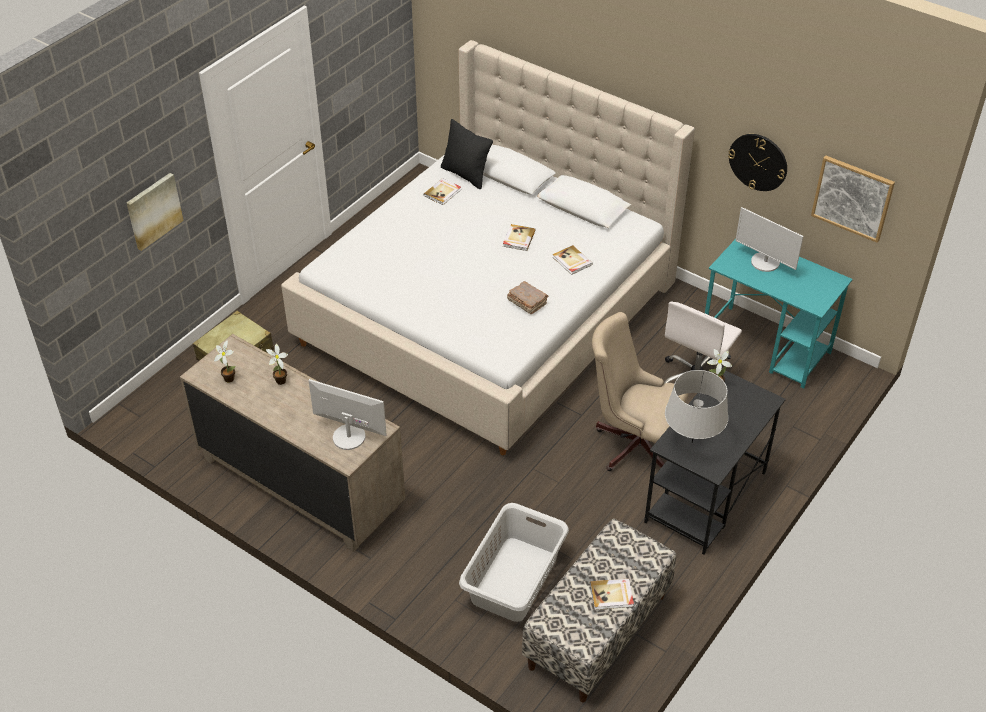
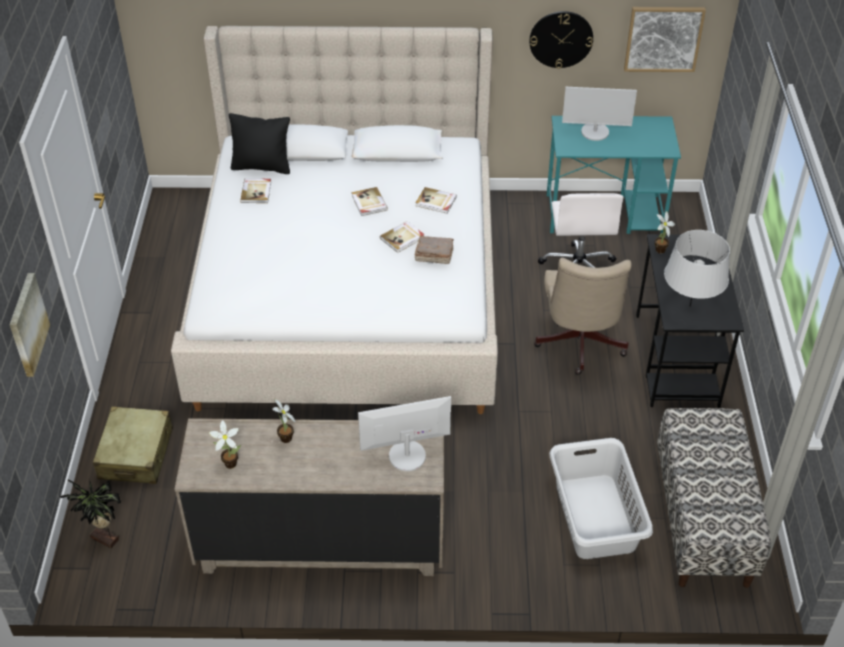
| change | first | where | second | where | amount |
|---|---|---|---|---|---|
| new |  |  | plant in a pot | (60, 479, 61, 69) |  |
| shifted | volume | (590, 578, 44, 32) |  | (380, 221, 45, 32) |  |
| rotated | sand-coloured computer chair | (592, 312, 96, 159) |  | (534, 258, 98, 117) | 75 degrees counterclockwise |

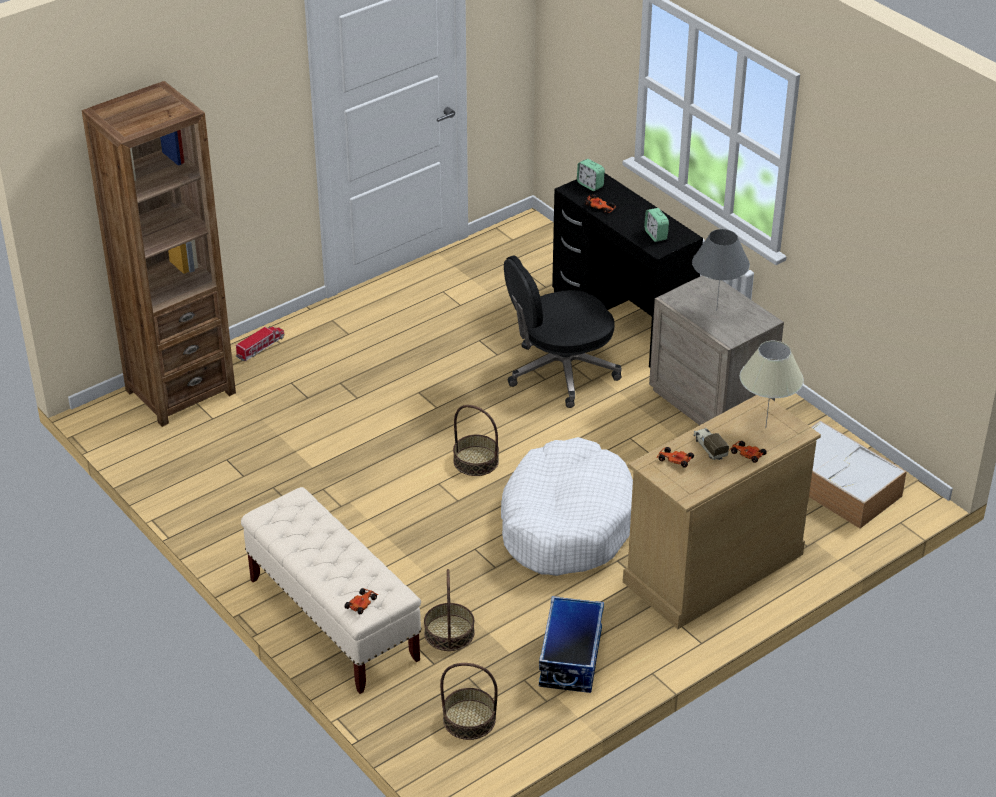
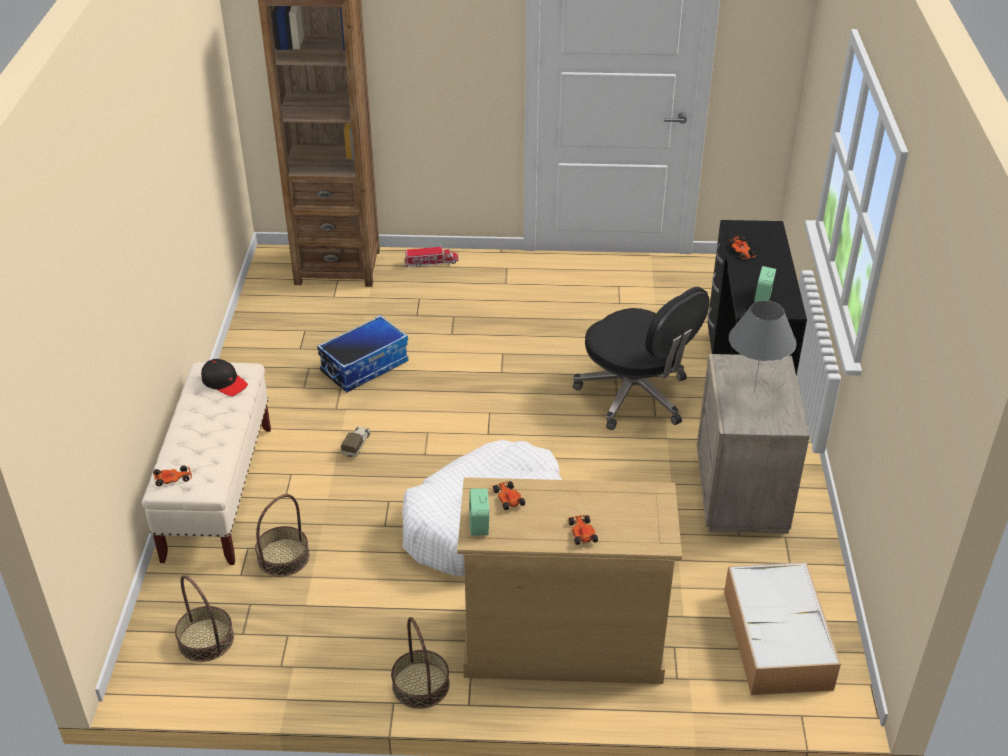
| change | first | where | second | where | amount |
|---|---|---|---|---|---|
| new |  |  | blackish peaked cap | (201, 359, 47, 37) |  |
| shifted | storage container | (539, 596, 65, 97) |  | (317, 315, 91, 77) |  |
| shifted | toy truck | (693, 427, 36, 33) |  | (341, 426, 29, 32) |  |
| shifted | basket | (453, 405, 46, 71) |  | (391, 617, 59, 92) |  |
| shifted | bedside clock | (577, 159, 28, 32) |  | (469, 488, 20, 48) |  |
| rotated | blackish computer chair | (504, 255, 118, 153) |  | (573, 287, 137, 143) | 150 degrees counterclockwise |
| gone | sand-coloured lamp for a table | (739, 341, 65, 84) |  |  |  |

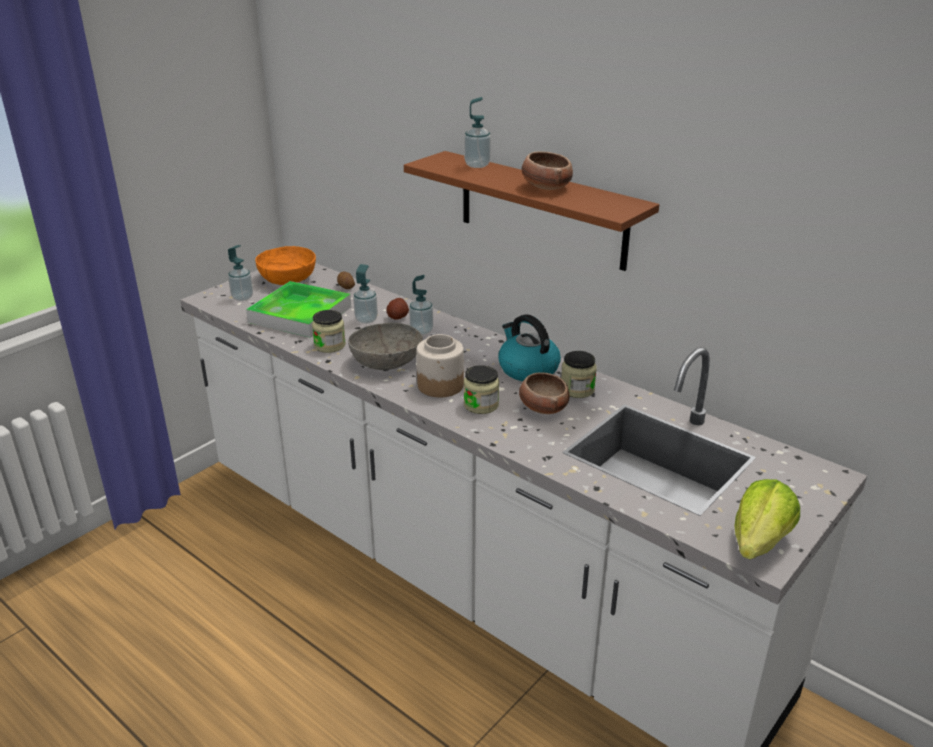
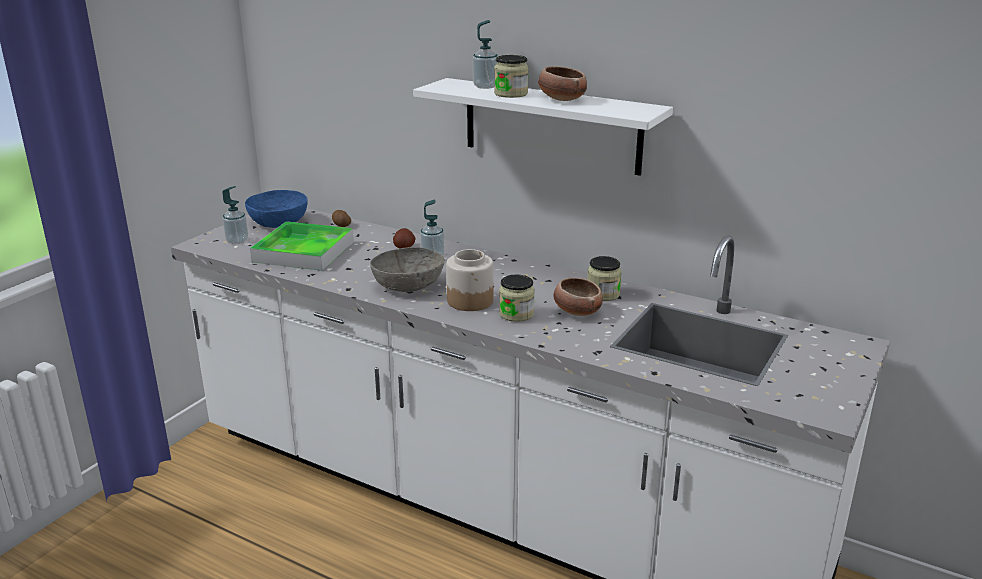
| change | first | where | second | where | amount |
|---|---|---|---|---|---|
| repainted | orangey deep dish | (255, 246, 61, 39) | blue deep dish | (245, 190, 63, 38) |  |
| repainted | brown-coloured shelf | (404, 151, 255, 120) | whitish shelf | (413, 78, 260, 98) |  |
| shifted | jar | (312, 310, 34, 43) |  | (494, 55, 35, 43) |  |
| gone | liquid soap bottle | (353, 264, 25, 60) |  |  |  |
| gone | water kettle | (498, 314, 63, 67) |  |  |  |
| gone | lettuce head | (734, 479, 66, 80) |  |  |  |

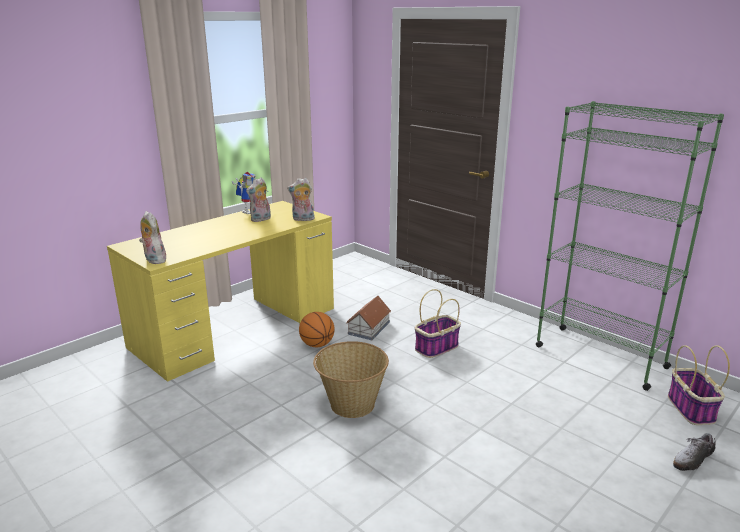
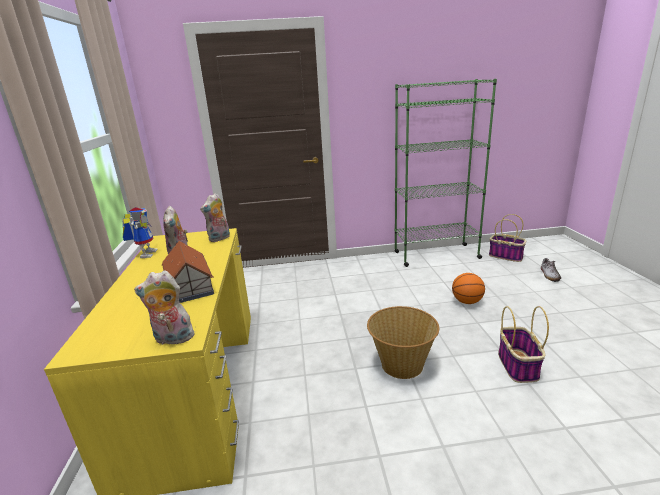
| change | first | where | second | where | amount |
|---|---|---|---|---|---|
| shifted | miniature house | (346, 296, 45, 44) |  | (162, 241, 52, 62) |  |
| shifted | basketball | (299, 312, 36, 35) |  | (452, 273, 33, 31) |  |
| shifted | basket | (415, 289, 46, 69) |  | (498, 306, 51, 77) |  |

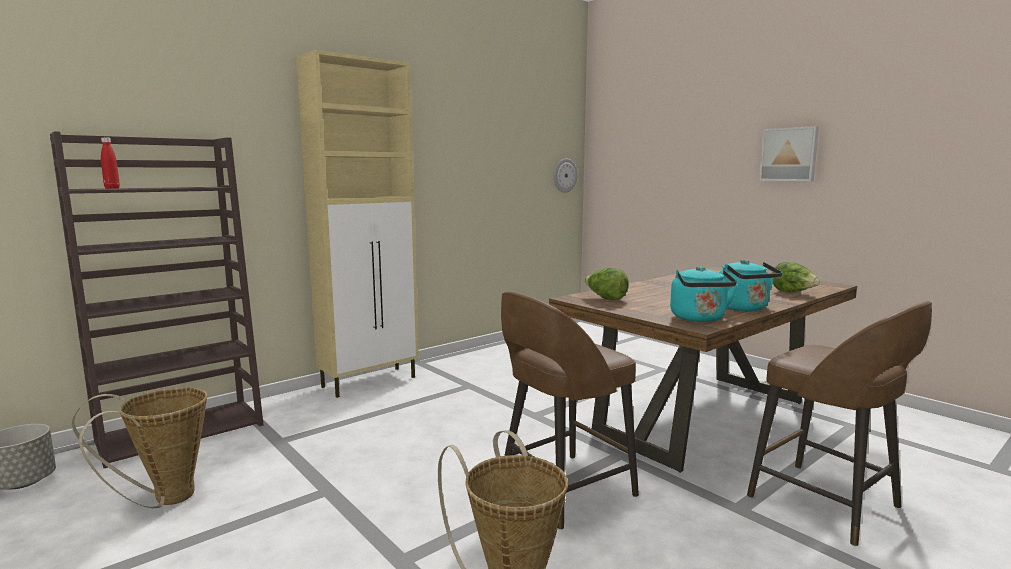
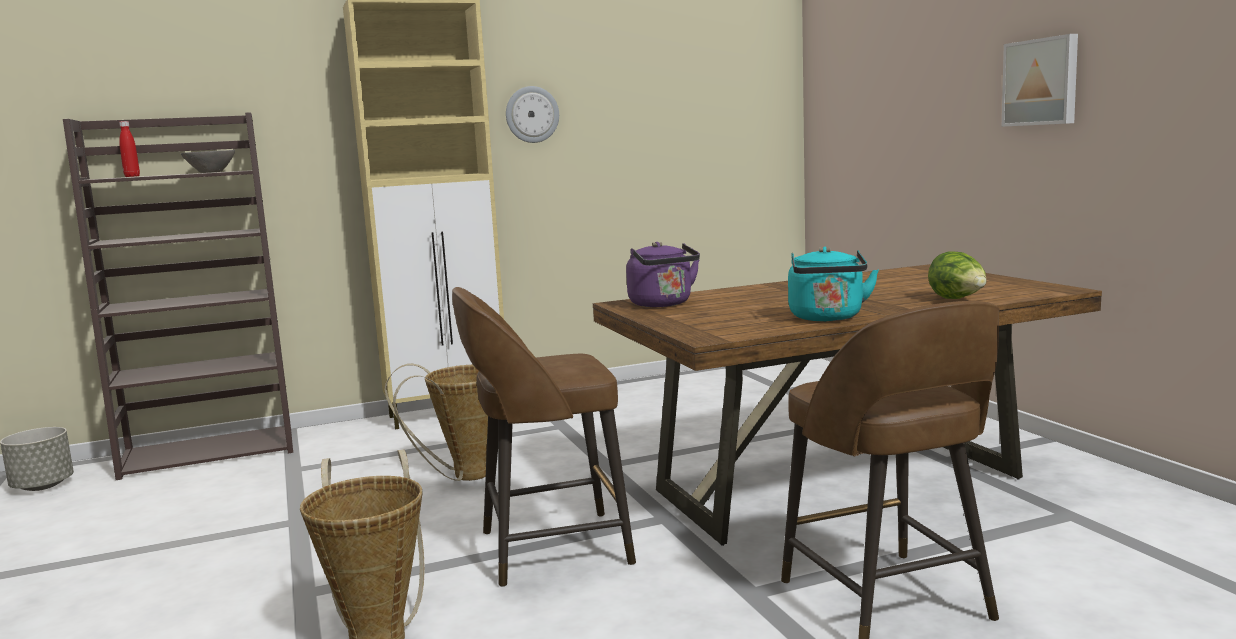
| change | first | where | second | where | amount |
|---|---|---|---|---|---|
| new |  |  | grey deep dish | (181, 150, 54, 23) |  |
| shifted | basket | (71, 387, 136, 121) |  | (384, 364, 104, 117) |  |
| shifted | hanging clock | (554, 158, 23, 35) |  | (506, 86, 53, 57) |  |
| swapped | lettuce head | (585, 267, 44, 33) | purplish water kettle | (626, 242, 74, 65) |  |
| gone | turquoise water kettle | (670, 266, 68, 56) |  |  |  |

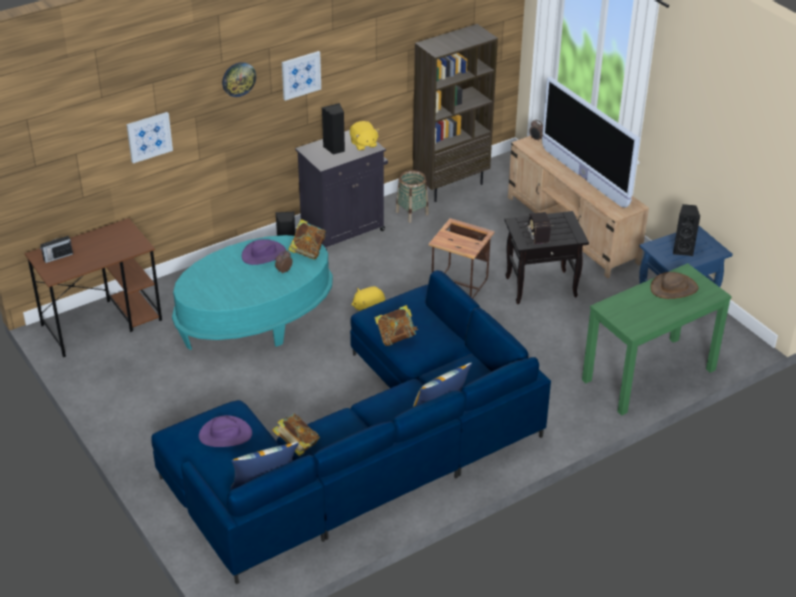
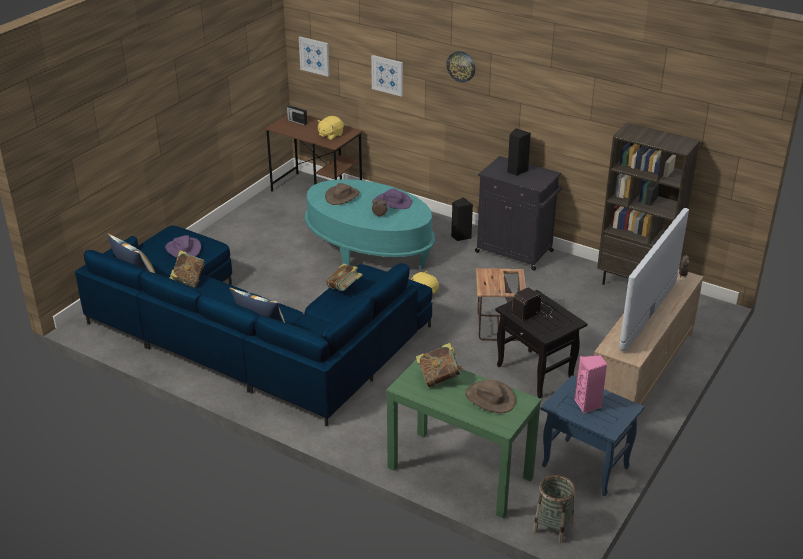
| change | first | where | second | where | amount |
|---|---|---|---|---|---|
| shifted | picture | (282, 51, 39, 50) |  | (299, 37, 31, 40) |  |
| shifted | yellow-coloured soft toy | (350, 121, 29, 30) |  | (317, 116, 27, 24) |  |
| new |  |  | brown-coloured wearable hat | (325, 183, 35, 22) |  |
| shifted | volume | (288, 219, 38, 40) |  | (416, 343, 47, 44) |  |
| shifted | basket | (396, 170, 33, 53) |  | (533, 475, 42, 68) |  |
| repainted | blackish speaker | (673, 204, 27, 52) | pink speaker | (574, 355, 33, 59) |  |

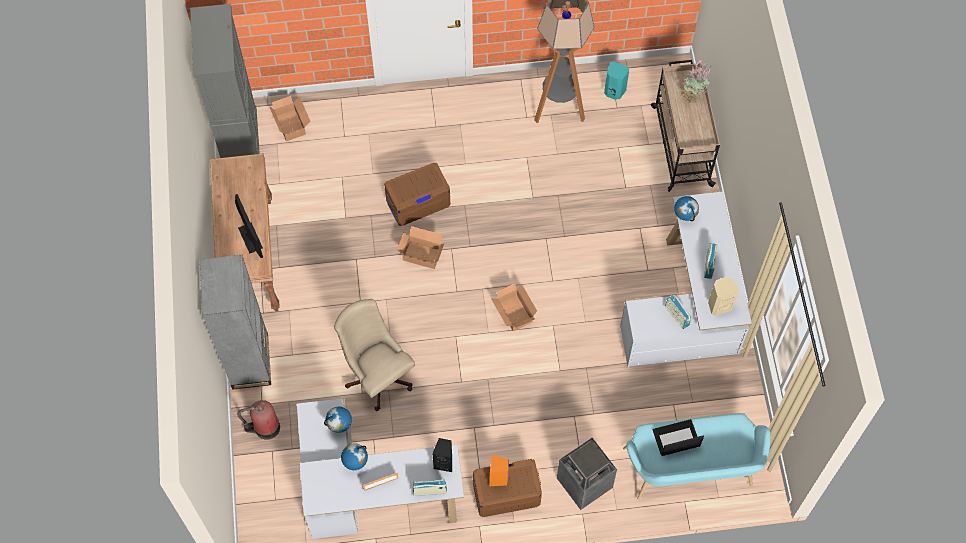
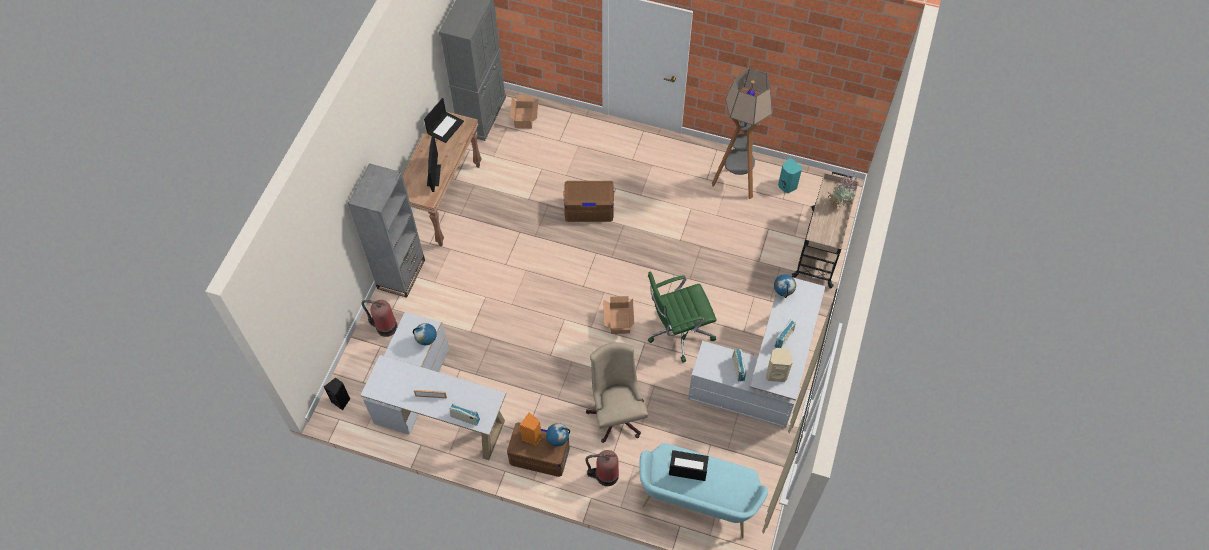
| change | first | where | second | where | amount |
|---|---|---|---|---|---|
| shifted | blackish speaker | (432, 438, 20, 34) |  | (324, 378, 26, 32) |  |
| new |  |  | portable computer | (424, 98, 40, 45) |  |
| shifted | desk globe | (341, 443, 27, 27) |  | (546, 423, 24, 23) |  |
| swapped | waste bin | (557, 438, 60, 72) | fire-fighting cylinder | (585, 450, 34, 36) |  |
| shifted | sand-coloured computer chair | (334, 299, 81, 112) |  | (586, 342, 62, 101) |  |
| new |  |  | green computer chair | (648, 272, 69, 91) |  |
| gone | carton | (397, 226, 48, 43) |  |  |  |

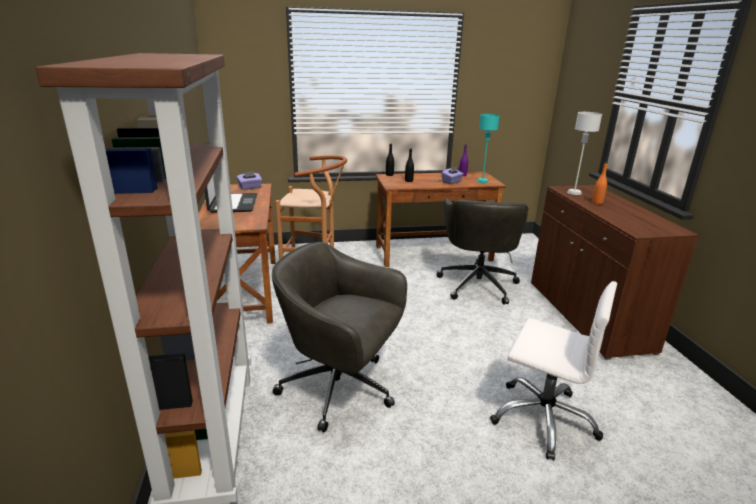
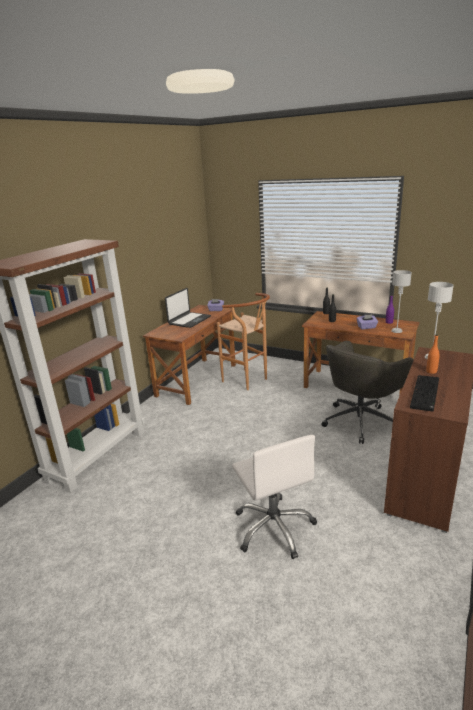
| change | first | where | second | where | amount |
|---|---|---|---|---|---|
| repainted | turquoise lamp for a table | (477, 114, 23, 69) | grey lamp for a table | (391, 270, 21, 63) |  |
| new |  |  | keyboard | (410, 375, 29, 37) |  |
| gone | grey computer chair | (272, 242, 135, 190) |  |  |  |

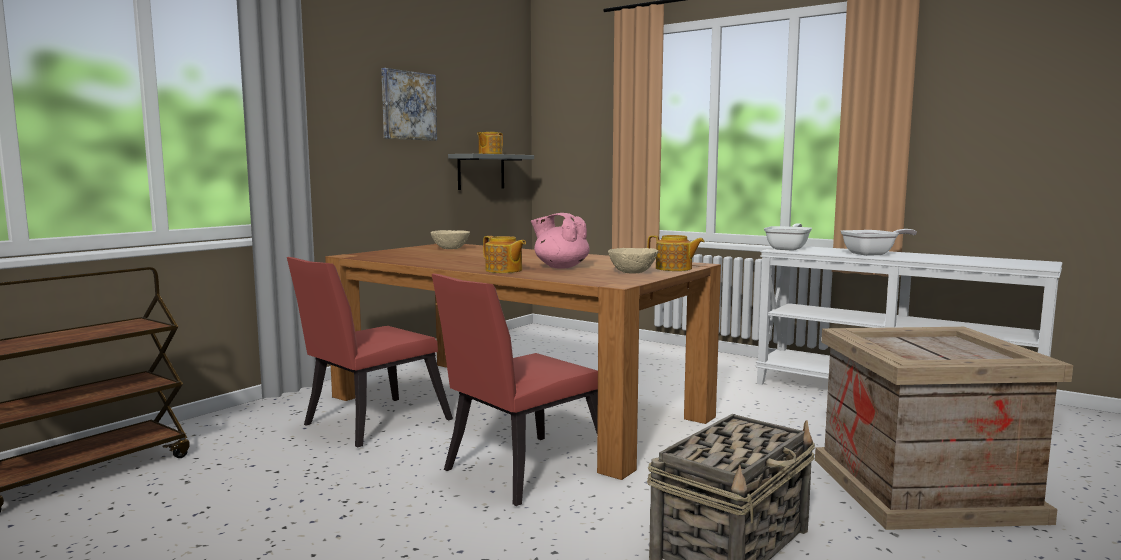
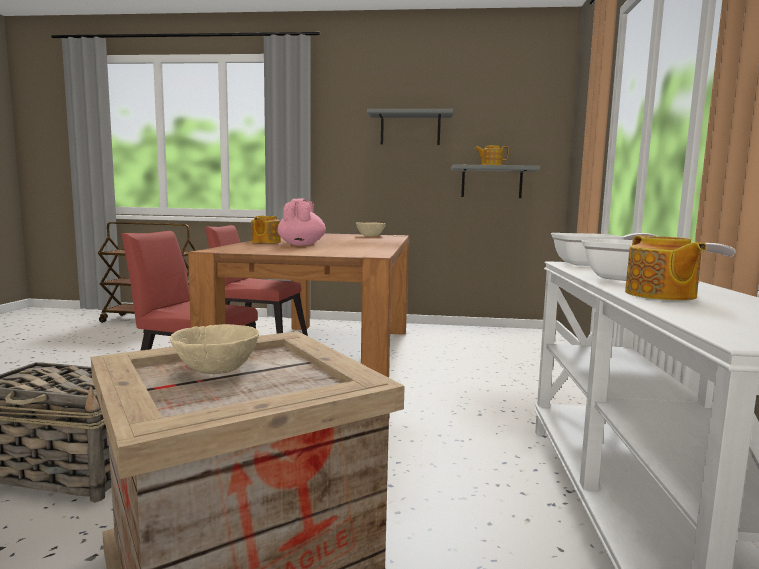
| change | first | where | second | where | amount |
|---|---|---|---|---|---|
| shifted | sand-coloured deep dish | (608, 248, 50, 26) |  | (170, 324, 89, 50) |  |
| swapped | picture | (381, 68, 56, 73) | grey shelf | (367, 109, 86, 36) |  |
| shifted | pot for tea | (647, 235, 57, 36) |  | (625, 235, 82, 66) |  |

